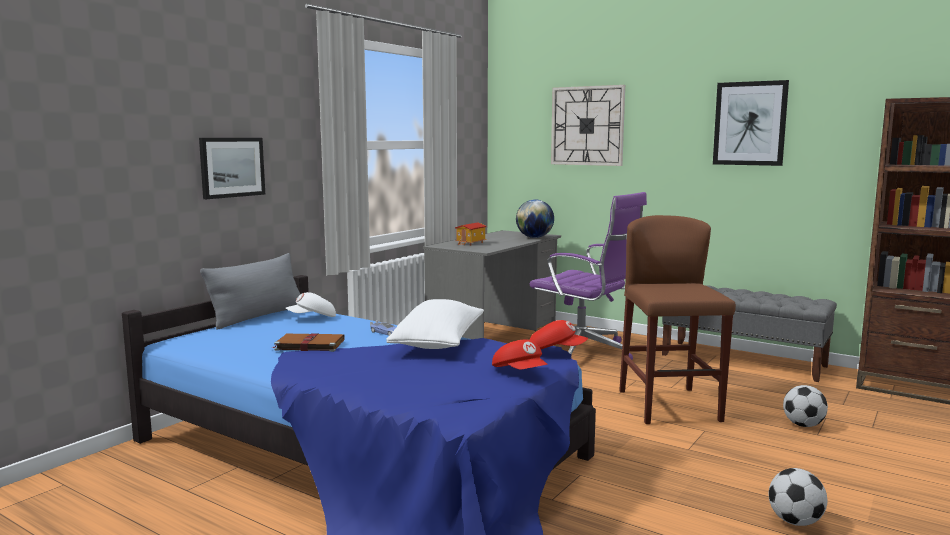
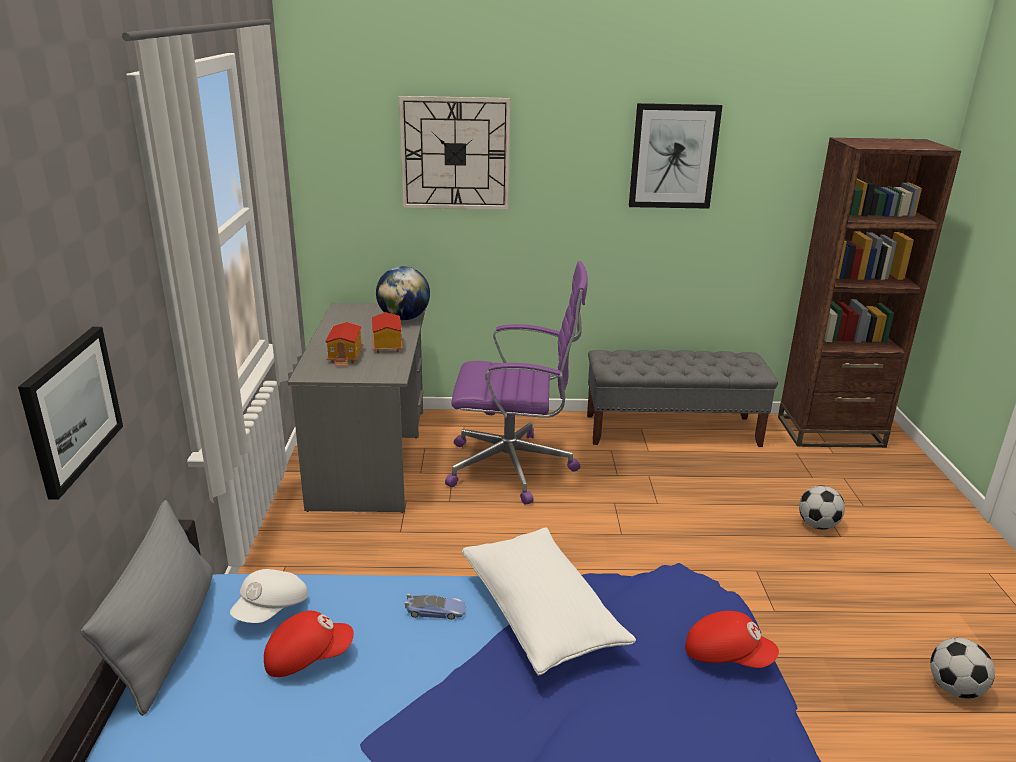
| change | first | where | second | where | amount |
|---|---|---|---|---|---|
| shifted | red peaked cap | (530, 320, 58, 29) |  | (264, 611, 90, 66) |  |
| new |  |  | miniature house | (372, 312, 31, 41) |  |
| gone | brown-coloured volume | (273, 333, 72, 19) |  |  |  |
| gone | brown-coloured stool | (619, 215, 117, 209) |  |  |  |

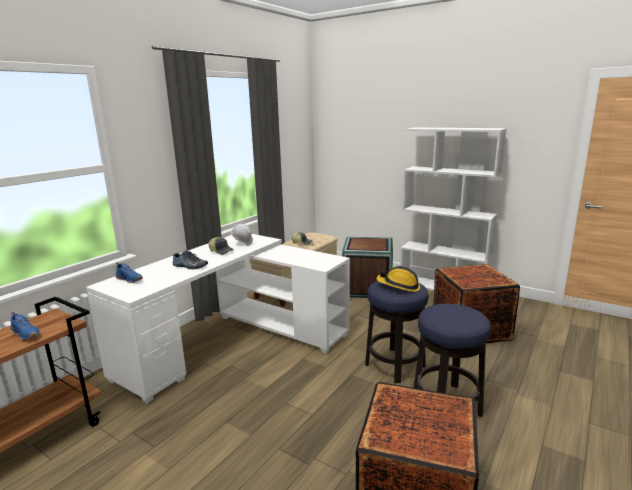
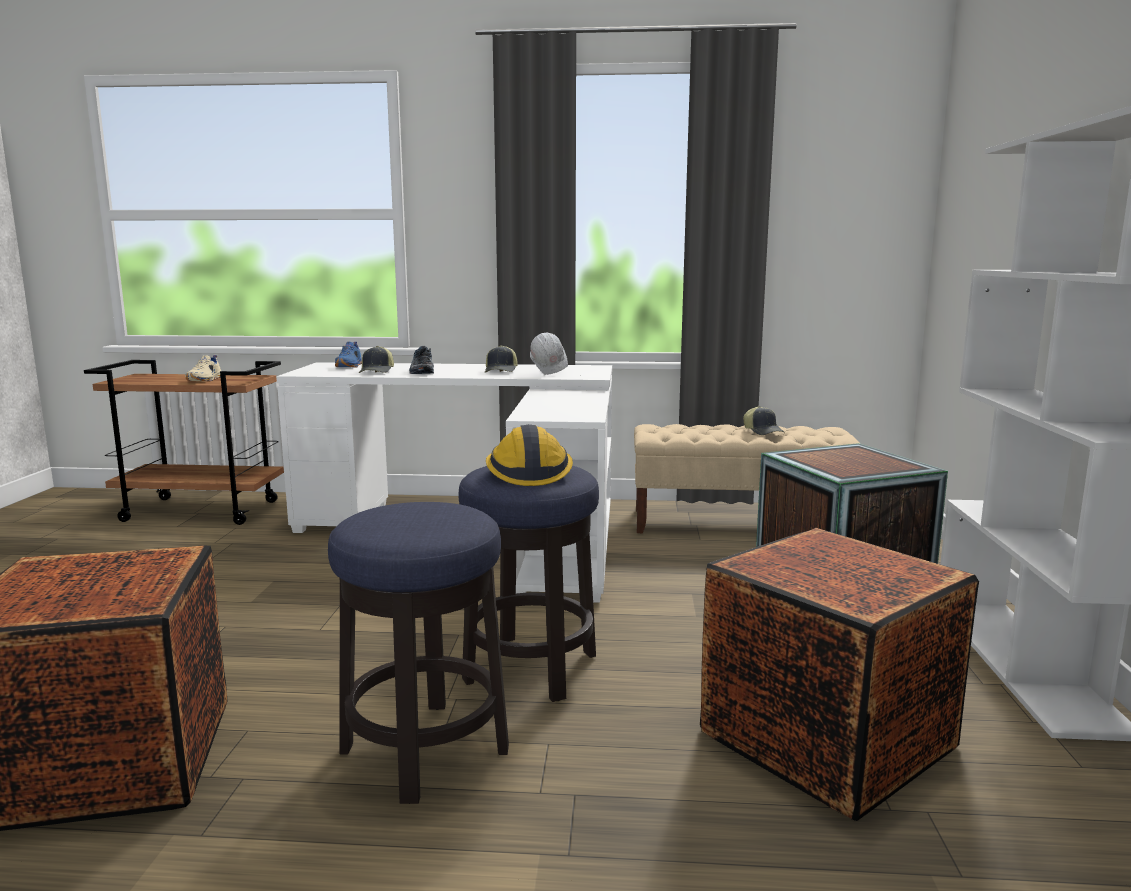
| change | first | where | second | where | amount |
|---|---|---|---|---|---|
| repainted | blue shoe | (11, 312, 30, 29) | sand-coloured shoe | (186, 355, 35, 26) |  |
| new |  |  | peaked cap | (359, 346, 35, 27) |  |

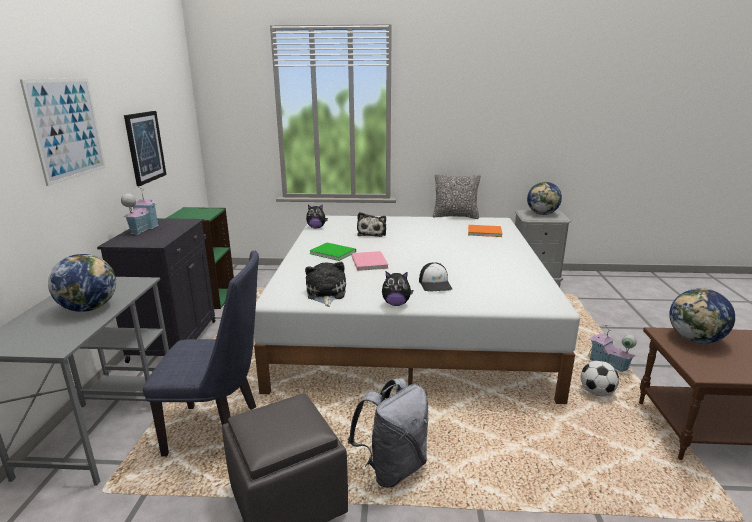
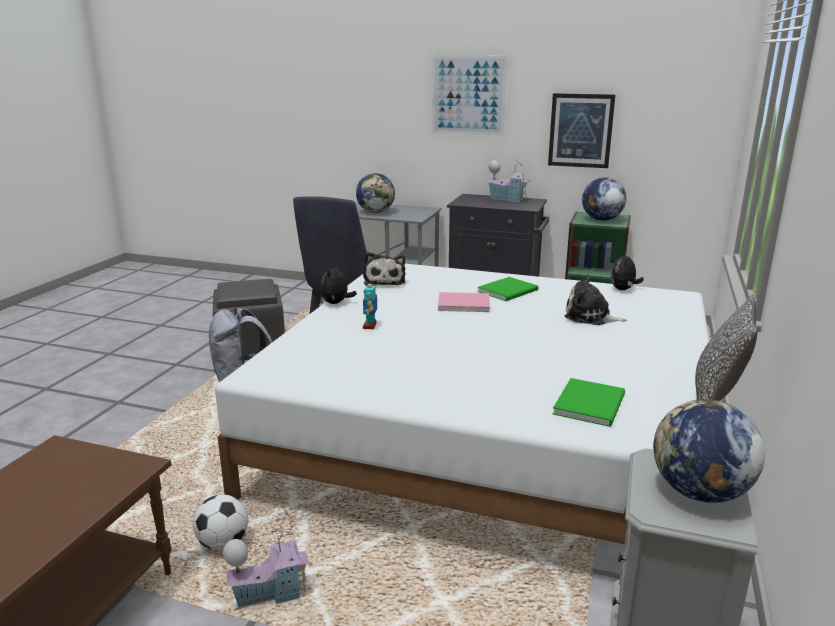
| change | first | where | second | where | amount |
|---|---|---|---|---|---|
| rotated | soft toy | (305, 262, 41, 45) |  | (363, 252, 43, 34) | 75 degrees clockwise |
| swapped | peaked cap | (419, 262, 33, 30) | model robot | (363, 284, 14, 45) |  |
| repainted | orangey volume | (468, 225, 34, 12) | green volume | (553, 378, 72, 49) |  |
| shifted | desk globe | (669, 288, 66, 56) |  | (582, 177, 44, 44) |  |

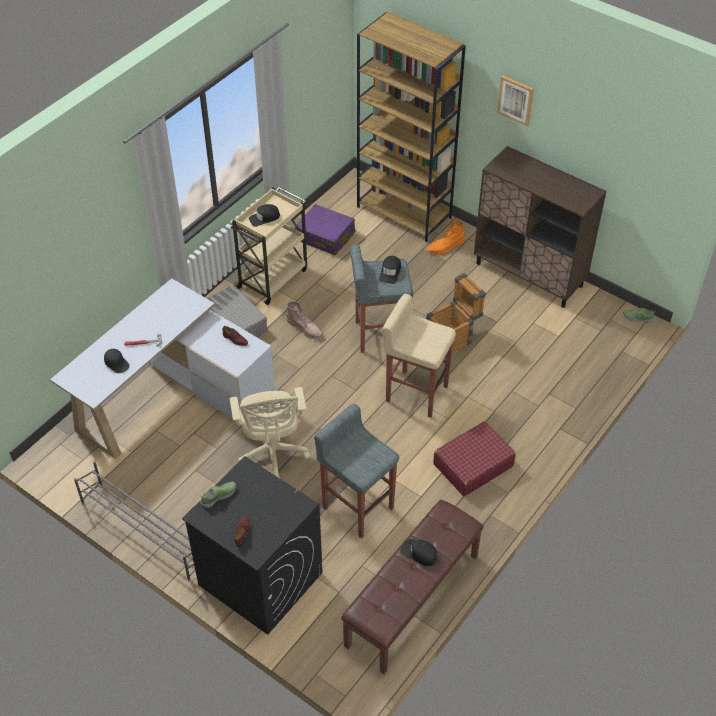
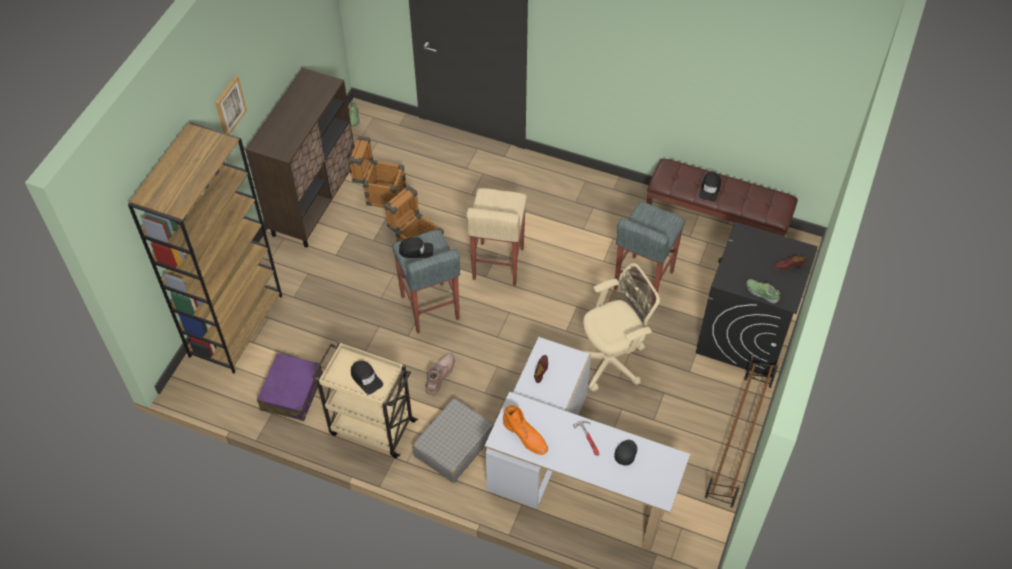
| change | first | where | second | where | amount |
|---|---|---|---|---|---|
| new |  |  | packing crate | (349, 136, 57, 72) |  |
| shifted | orangey boot | (426, 220, 39, 35) |  | (503, 405, 45, 50) |  |
| repainted | grey shoe shelf | (74, 461, 121, 120) | brown-coloured shoe shelf | (705, 355, 74, 153) |  |
| gone | red piece of luggage | (433, 421, 83, 75) |  |  |  |

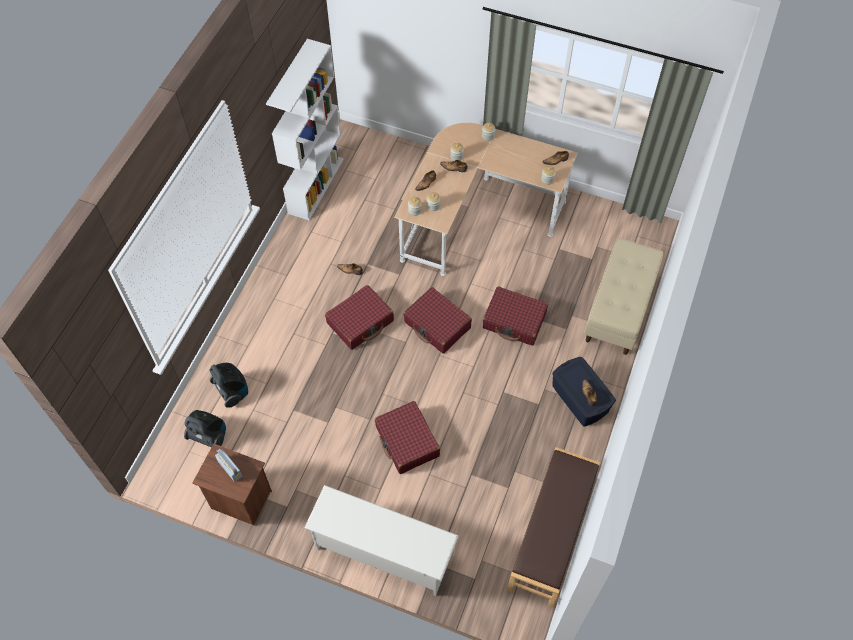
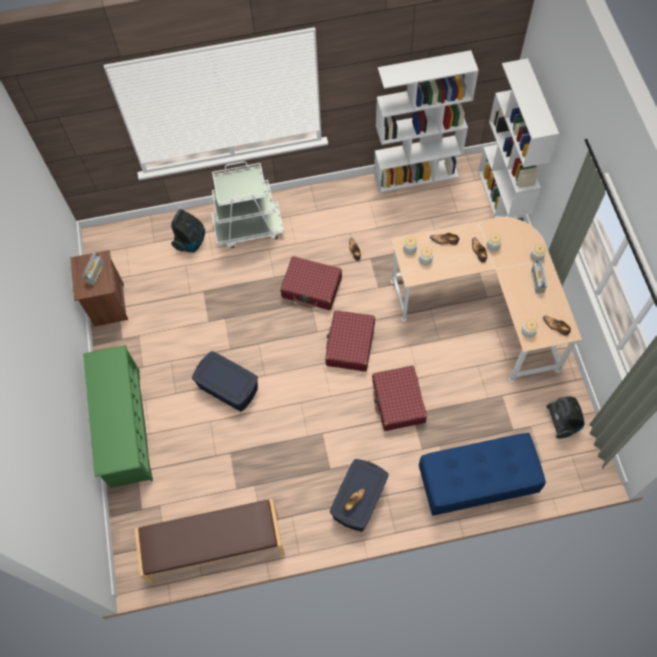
| change | first | where | second | where | amount |
|---|---|---|---|---|---|
| repainted | whitish shoe shelf | (304, 485, 155, 111) | green shoe shelf | (83, 345, 70, 143) |  |
| swapped | red piece of luggage | (375, 401, 65, 73) | blue storage container | (192, 351, 66, 61) |  |
| new |  |  | whitish trolley | (211, 161, 73, 87) |  |
| repainted | sand-coloured bench | (584, 238, 79, 117) | blue bench | (419, 433, 127, 83) |  |
| new |  |  | whitish bookcase | (478, 58, 81, 163) |  |
| new |  |  | radio receiver | (531, 260, 16, 33) |  |
| shifted | hoover | (184, 410, 42, 37) |  | (546, 397, 39, 41) |  |

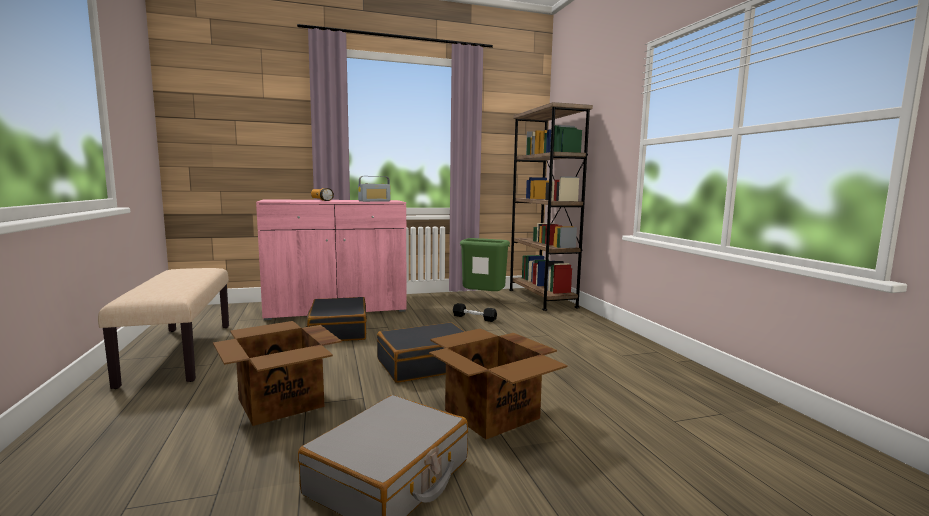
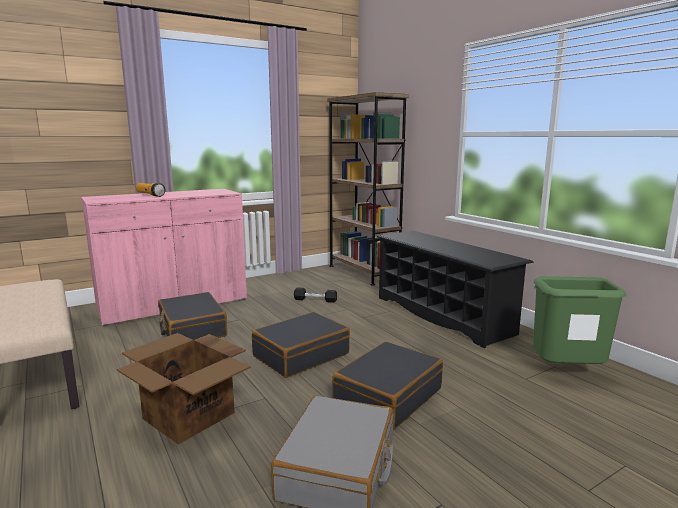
| change | first | where | second | where | amount |
|---|---|---|---|---|---|
| swapped | carton | (429, 328, 138, 111) | blackish piece of luggage | (332, 342, 111, 88) |  |
| new |  |  | blackish shoe shelf | (377, 231, 157, 117) |  |
| shifted | green waste bin | (460, 238, 50, 53) |  | (533, 276, 93, 88) |  |
| gone | radio receiver | (358, 176, 33, 26) |  |  |  |

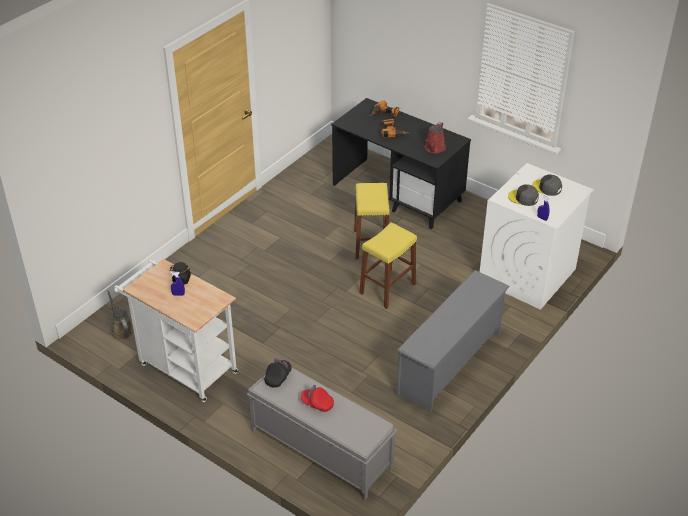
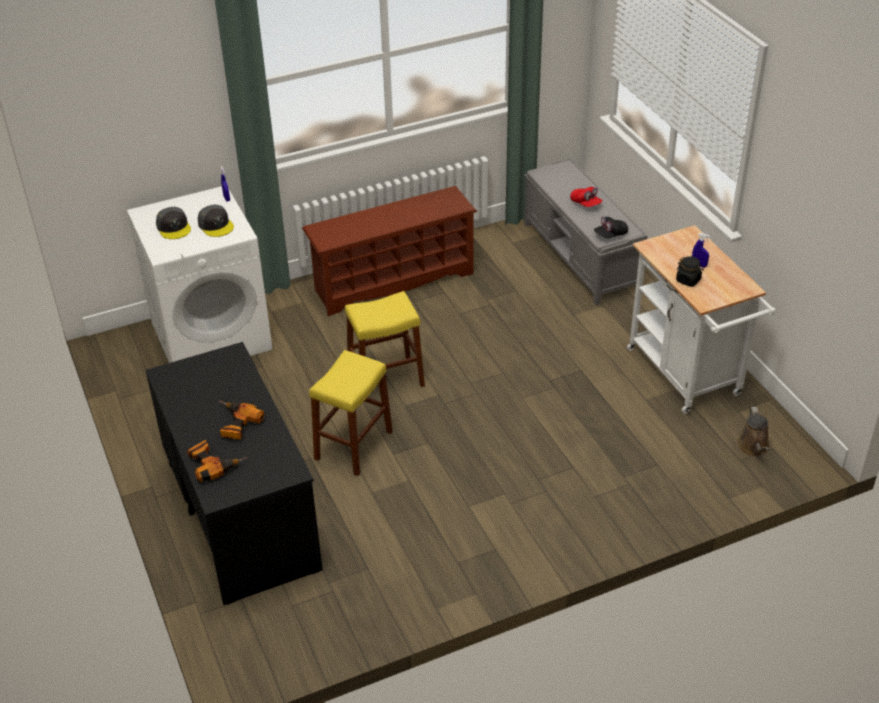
| change | first | where | second | where | amount |
|---|---|---|---|---|---|
| repainted | grey shoe shelf | (396, 270, 114, 142) | brown-coloured shoe shelf | (302, 186, 175, 130) |  |
| gone | red sprinkling can | (425, 122, 21, 32) |  |  |  |

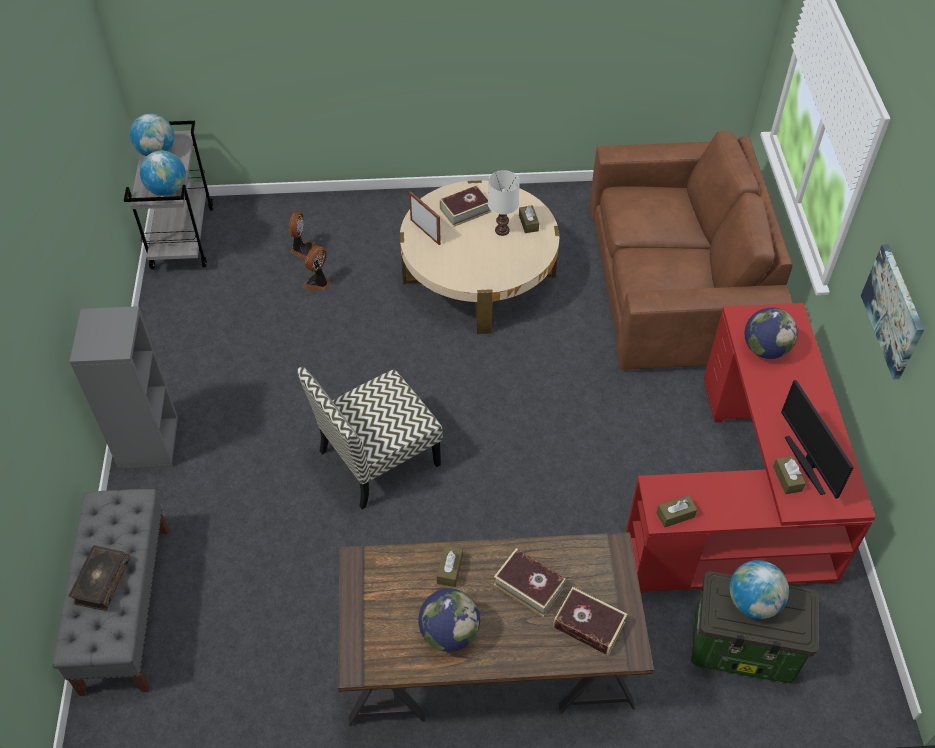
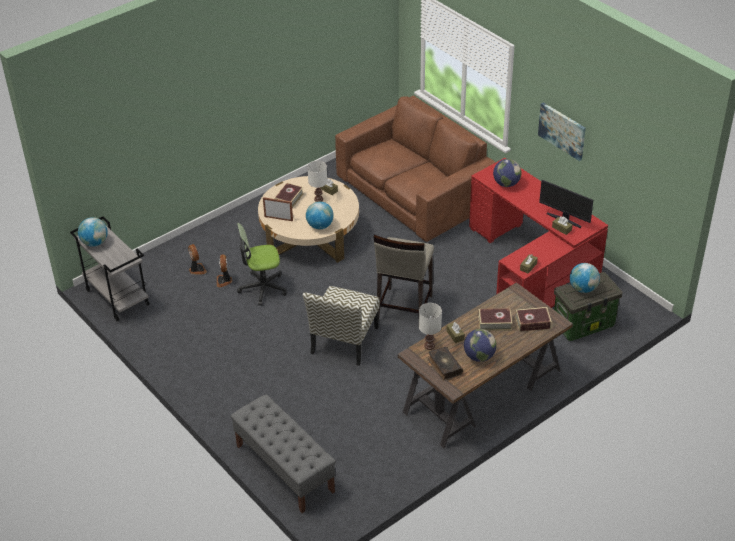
| change | first | where | second | where | amount |
|---|---|---|---|---|---|
| new |  |  | computer chair | (237, 223, 50, 83) |  |
| shifted | desk globe | (140, 151, 46, 45) |  | (306, 201, 28, 28) |  |
| new |  |  | sand-coloured stool | (374, 235, 60, 84) |  |
| new |  |  | whitish lamp for a table | (419, 303, 23, 47) |  |
| shifted | volume | (69, 545, 62, 66) |  | (428, 347, 35, 34) |  |
| gone | grey bookcase | (69, 306, 109, 164) |  |  |  |

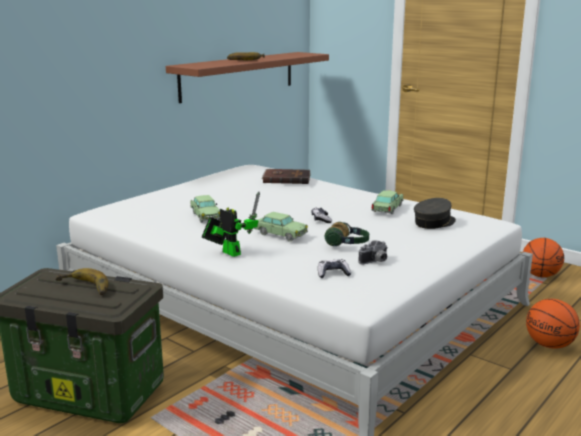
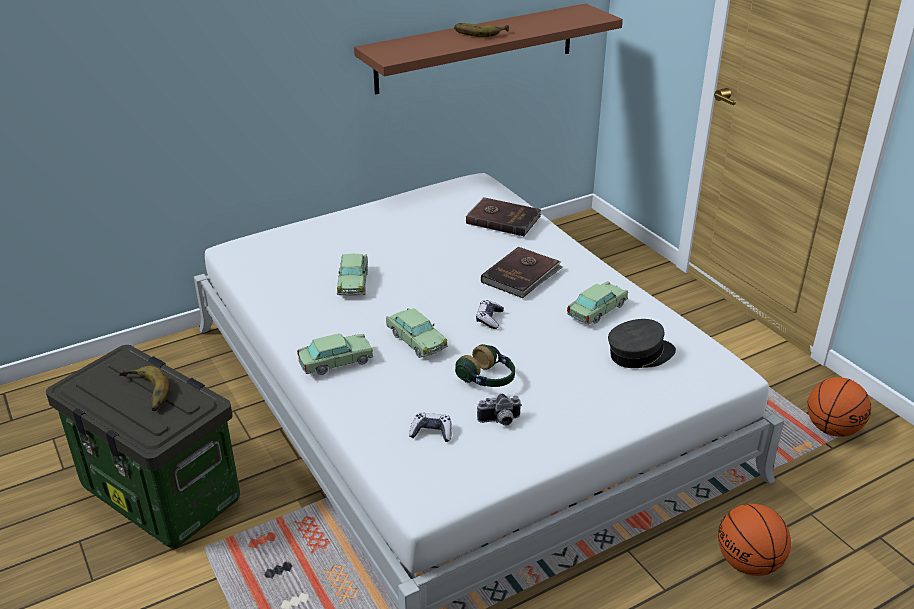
| change | first | where | second | where | amount |
|---|---|---|---|---|---|
| swapped | model robot | (202, 191, 58, 66) | toy car | (297, 333, 76, 42) |  |
| new |  |  | brown-coloured volume | (481, 247, 82, 51) |  |

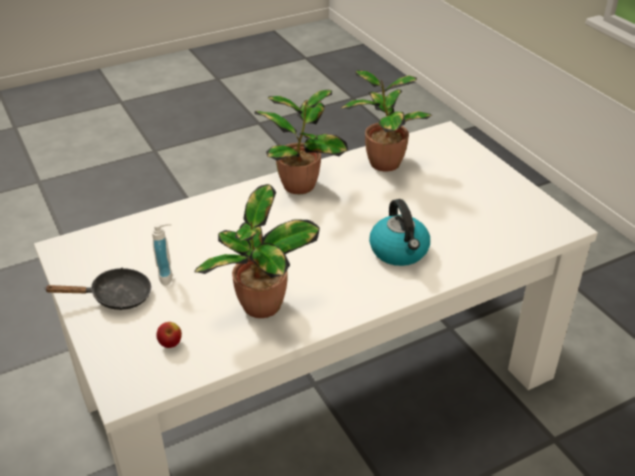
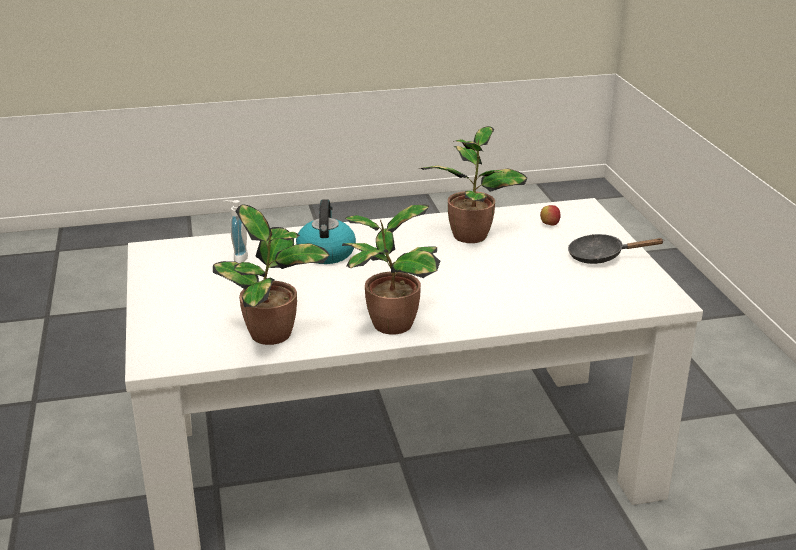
| change | first | where | second | where | amount |
|---|---|---|---|---|---|
| shifted | liquid soap bottle | (152, 223, 21, 63) |  | (223, 200, 25, 63) |  |

